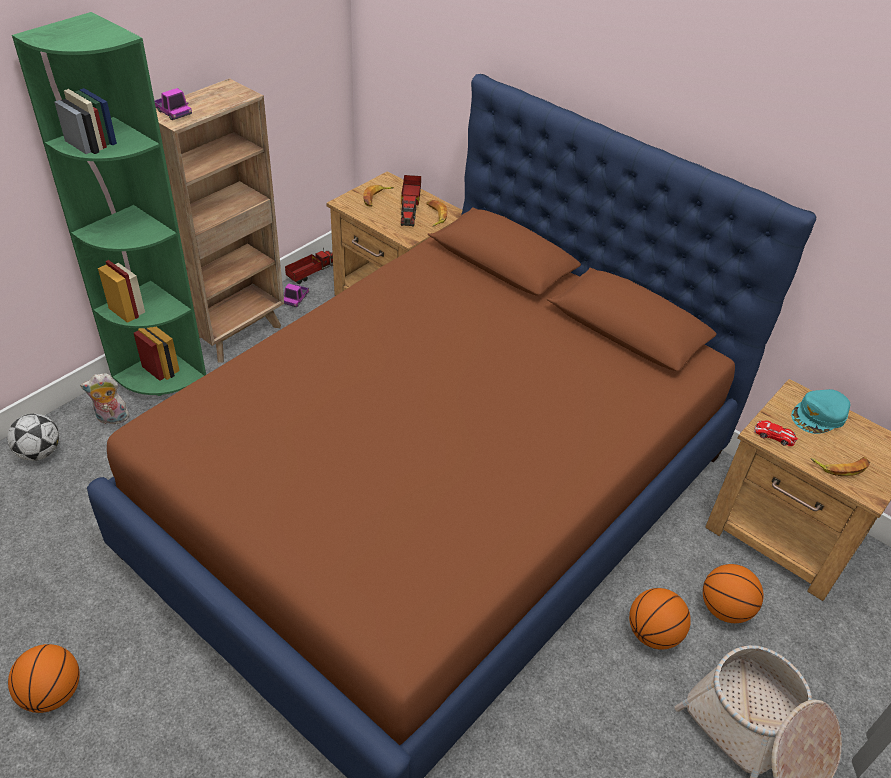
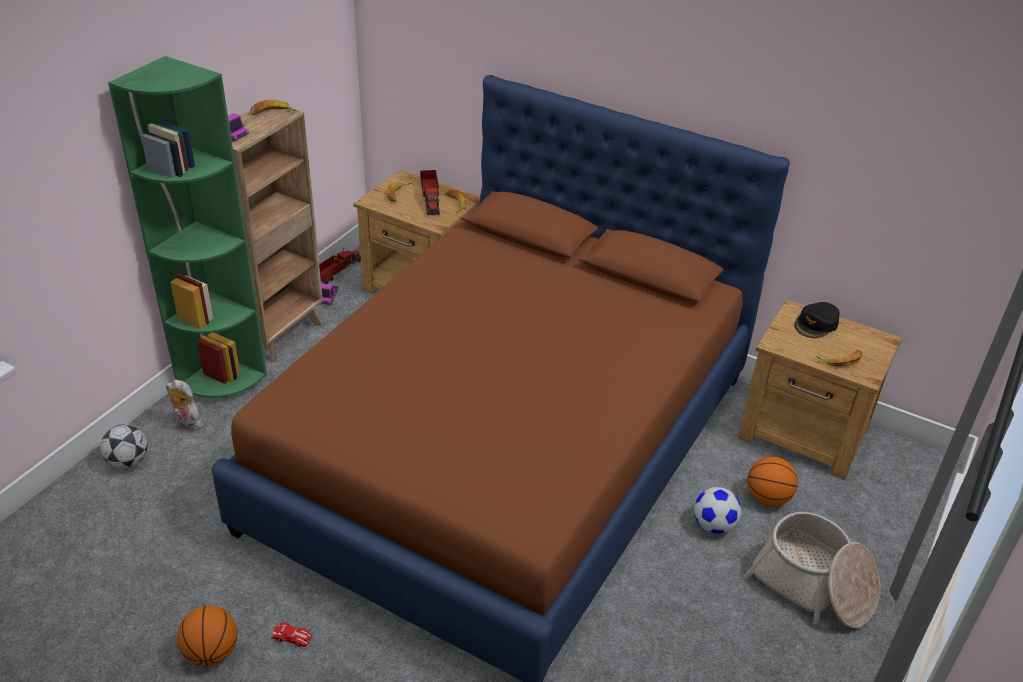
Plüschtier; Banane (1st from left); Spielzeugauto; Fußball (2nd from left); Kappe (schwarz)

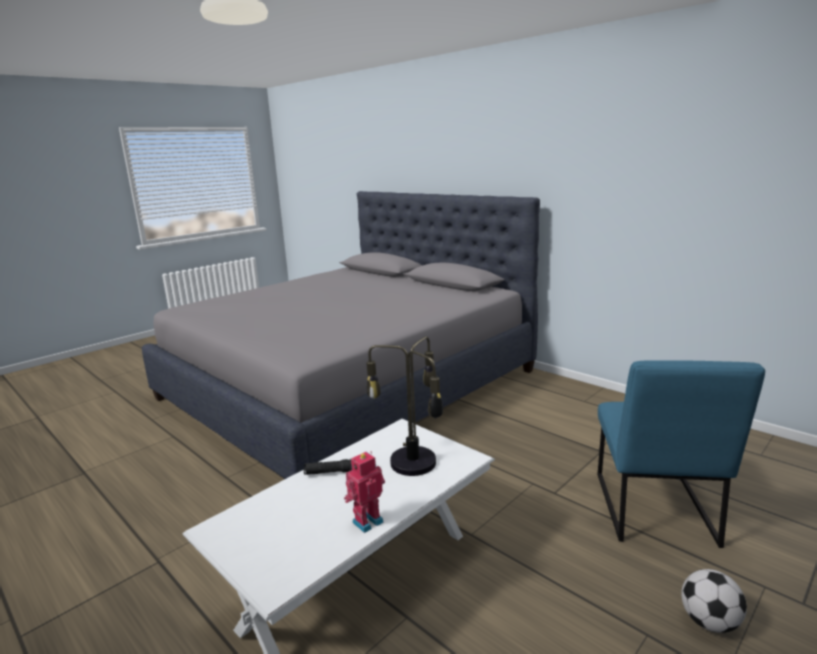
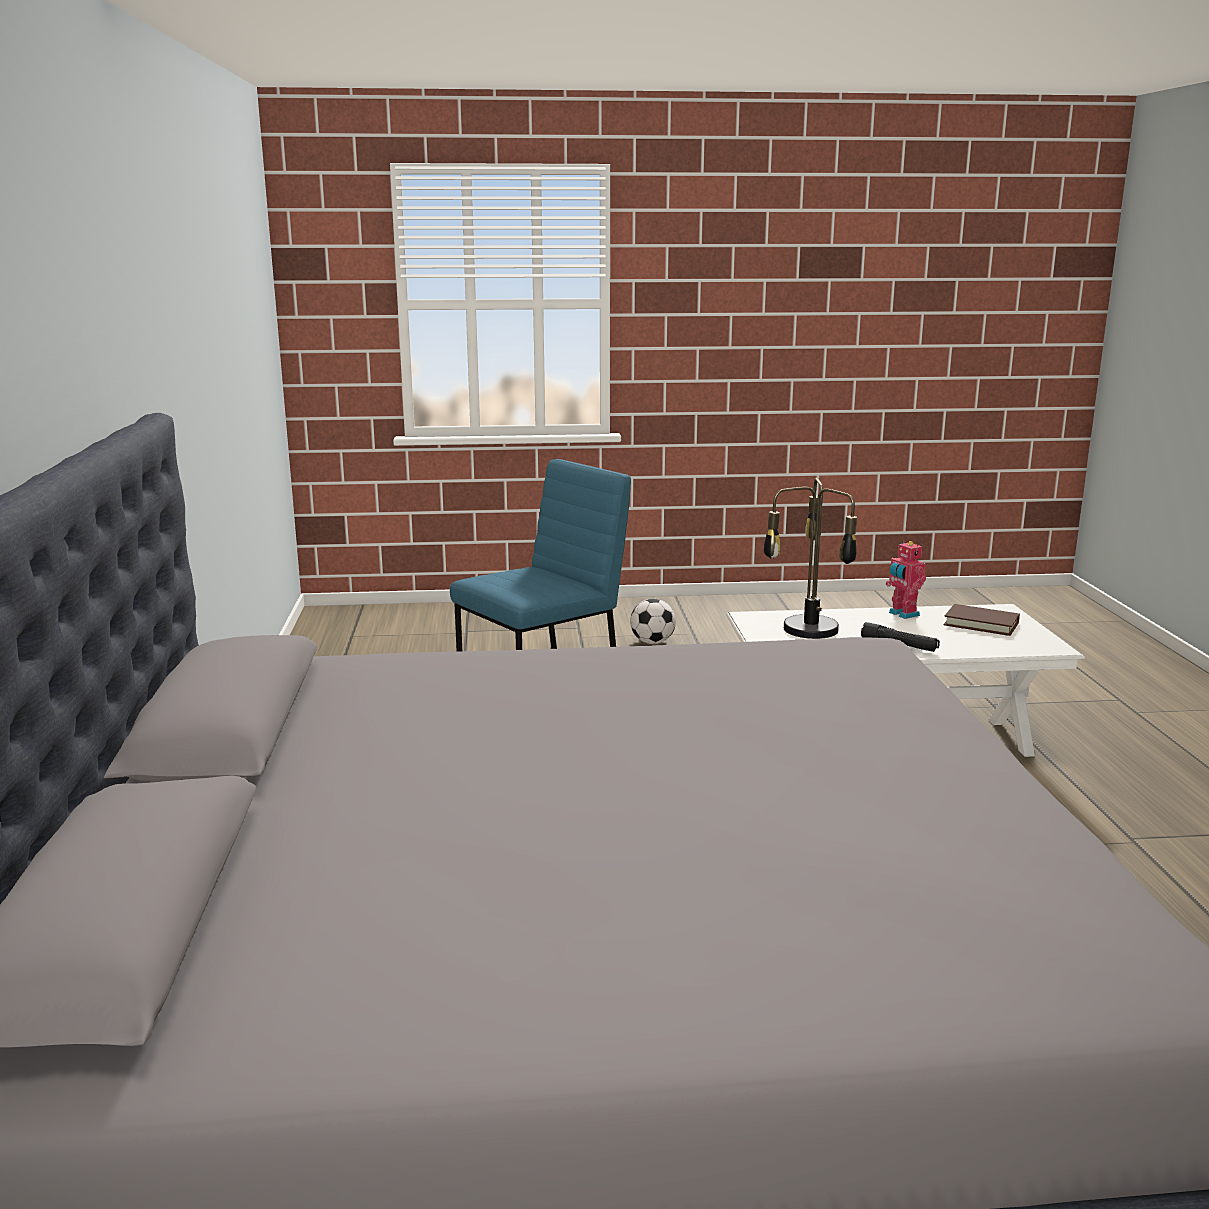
Spielzeugroboter; Buch (braun)

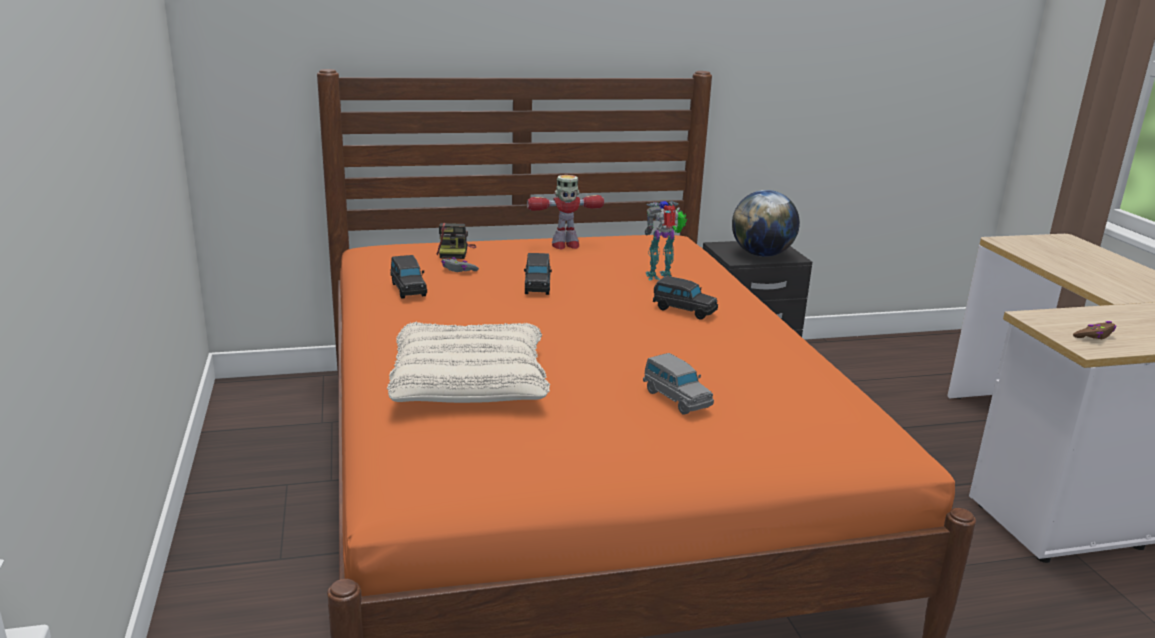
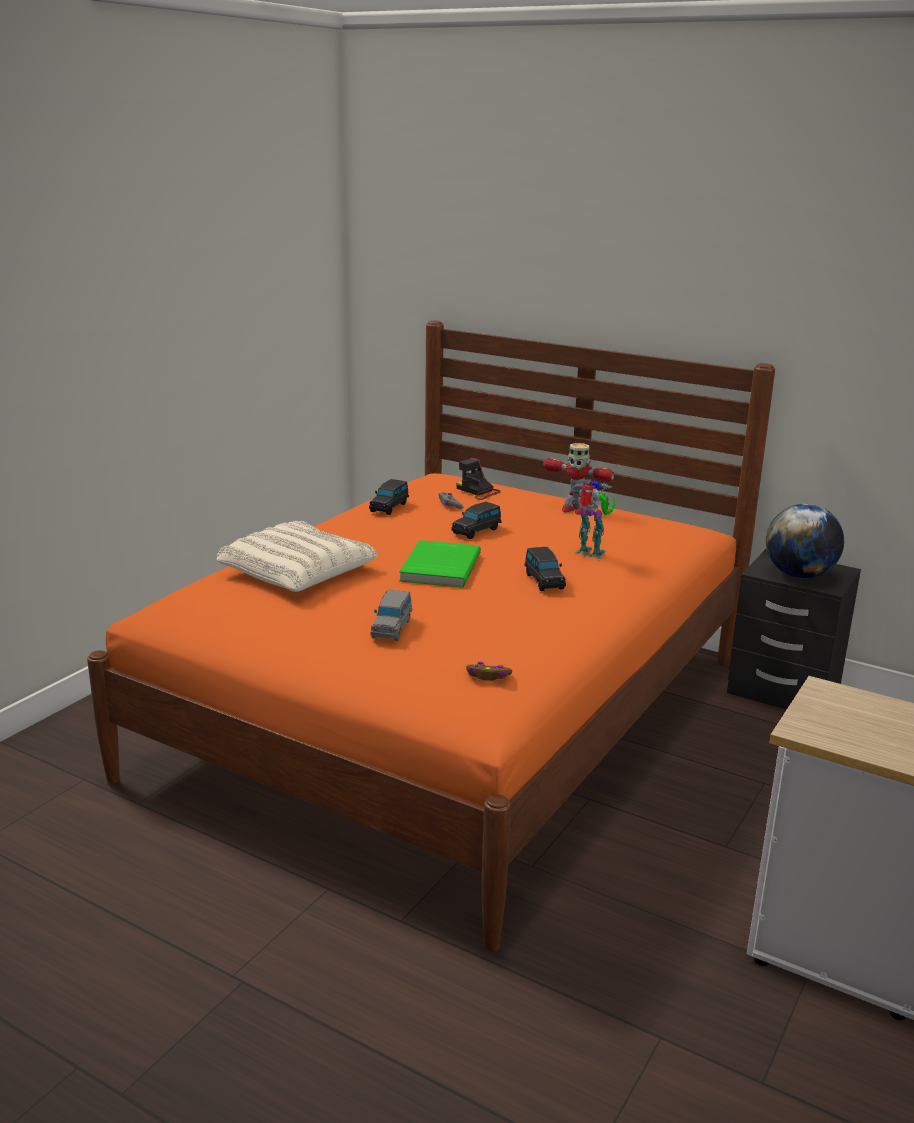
Buch (grün); Kamera; Gamepad (braun)

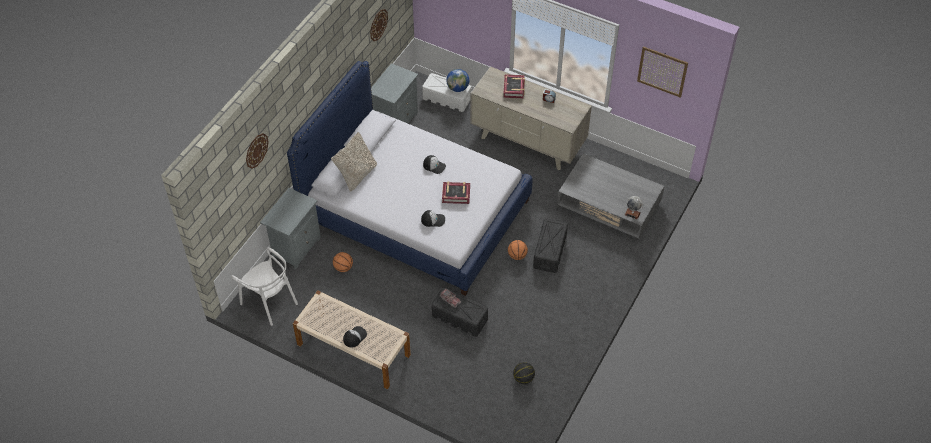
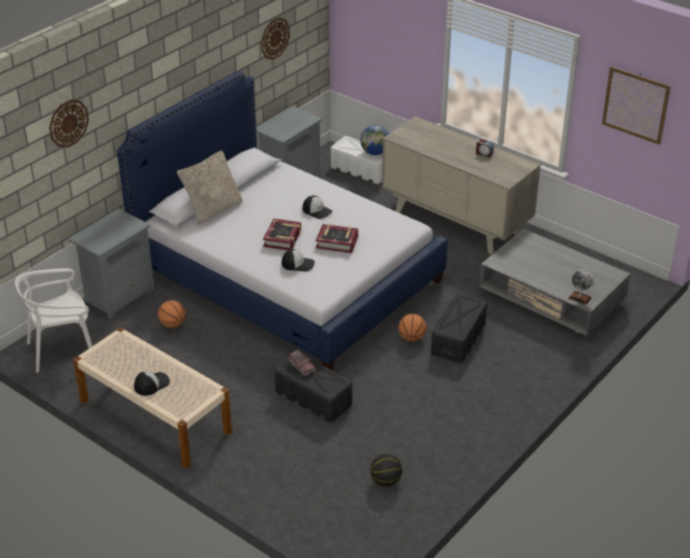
Stuhl (weiß); Buch (1st from left)

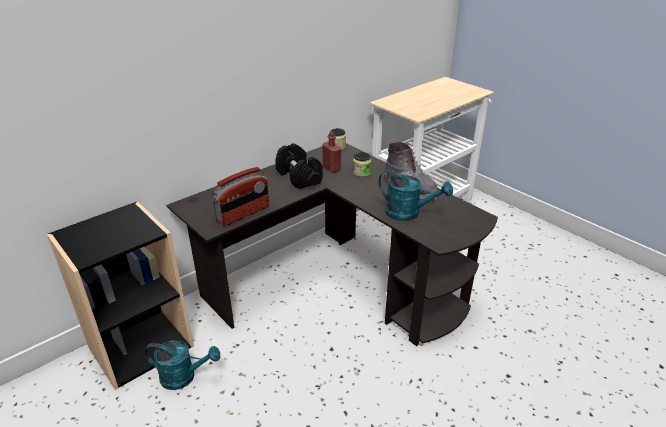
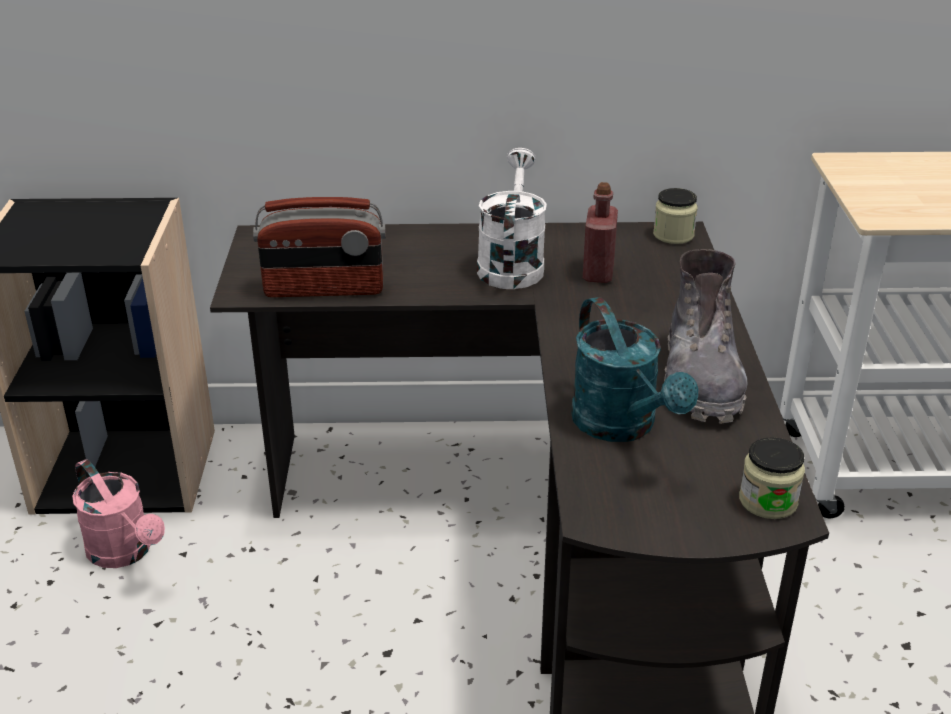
Gießkanne (rosa); Gießkanne (weiß); Vorratsglas (2nd from left)

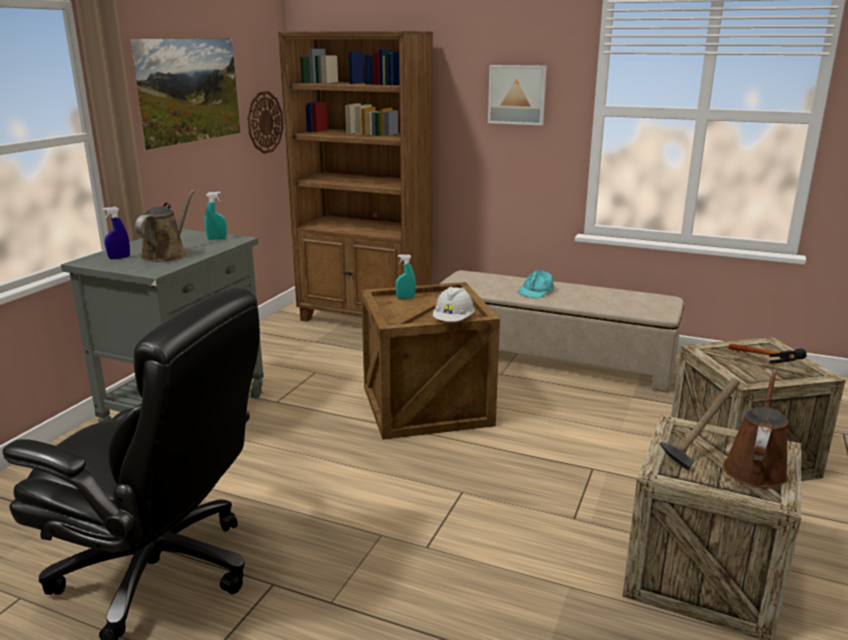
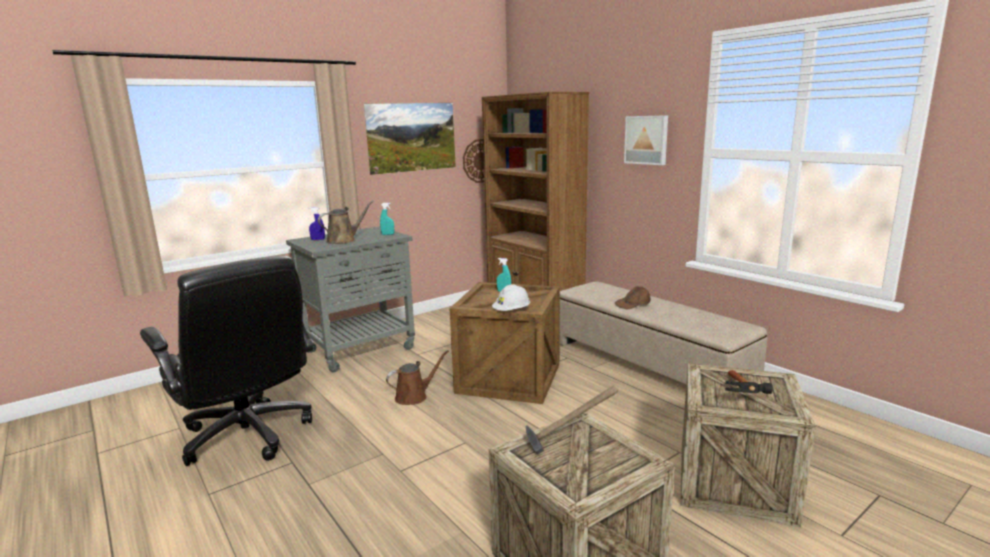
Gießkanne (braun) (2nd from left); Kappe (braun)

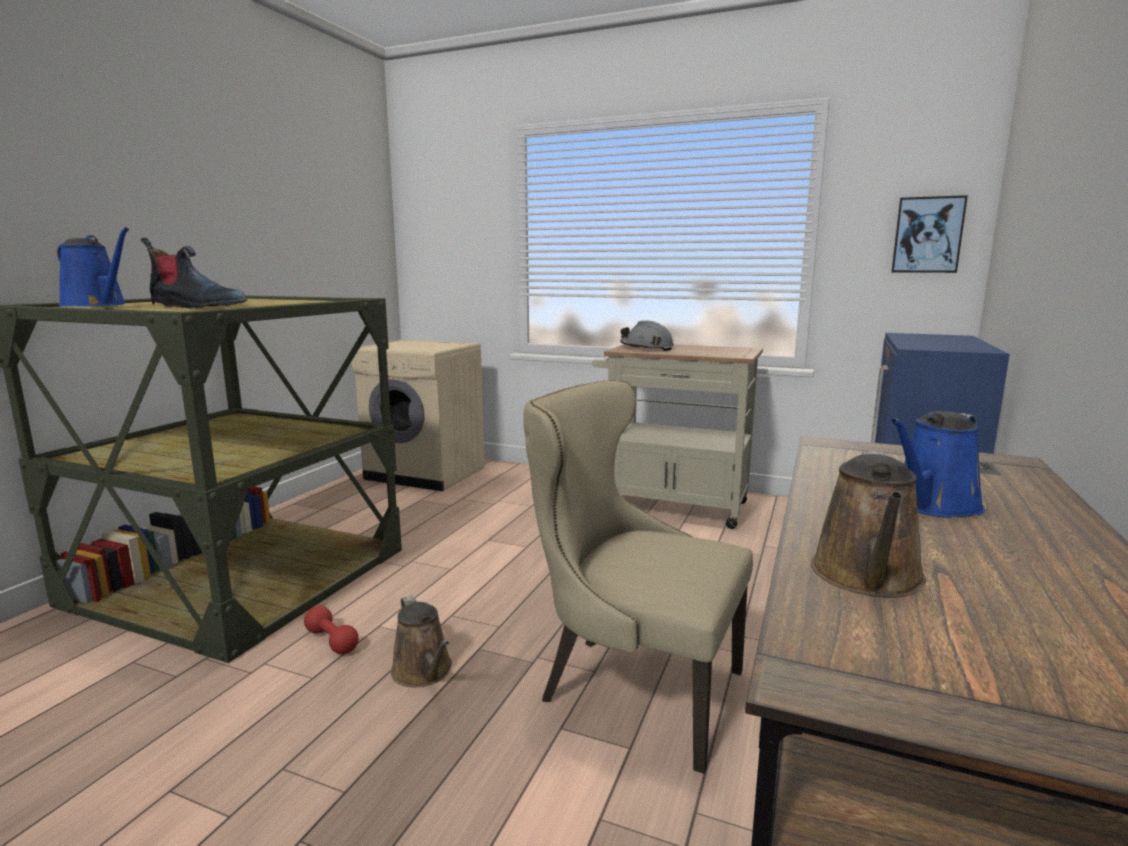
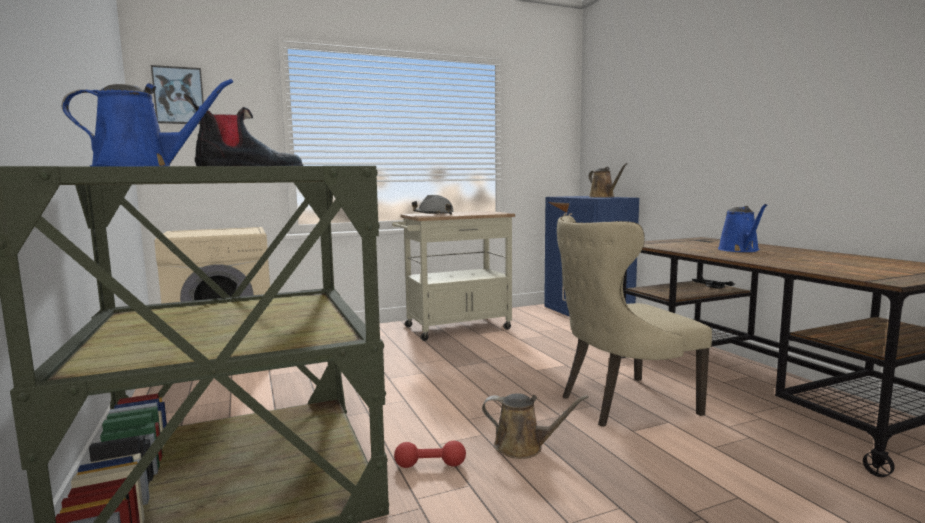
Bild; Gießkanne (braun) (2nd from left)

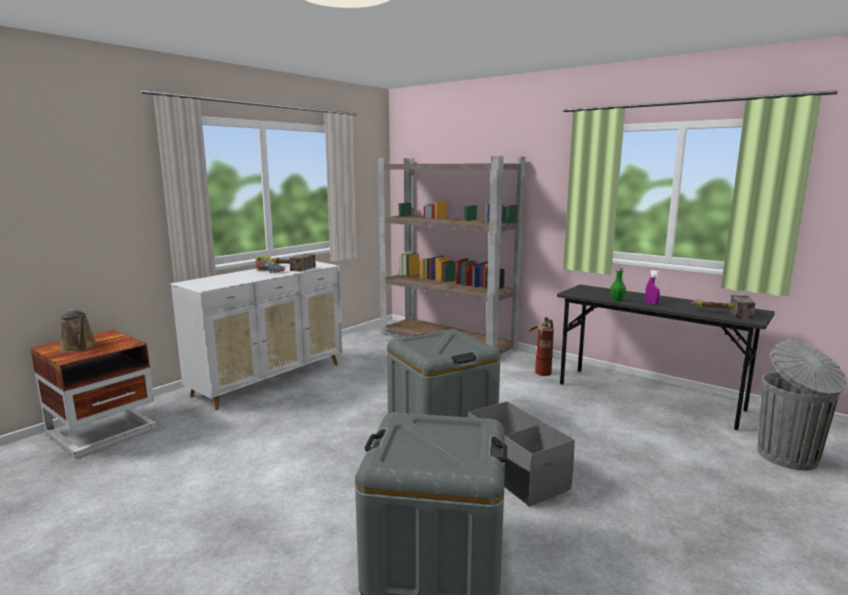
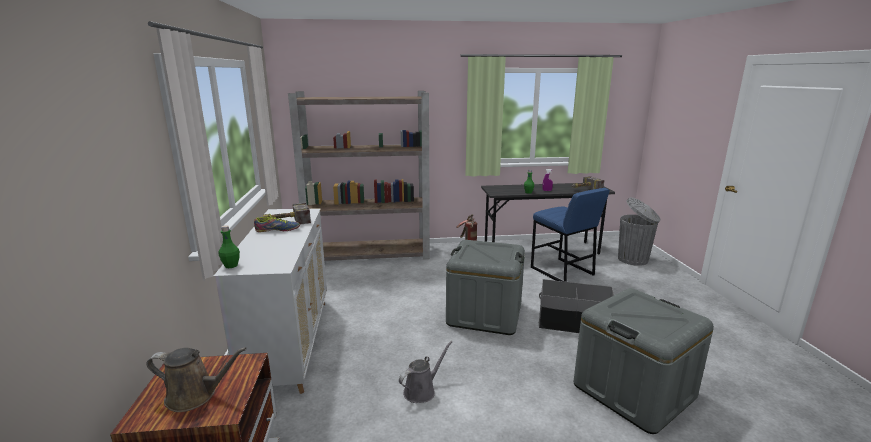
Flasche (grün) (1st from left); Gießkanne (grau); Stuhl (blau)

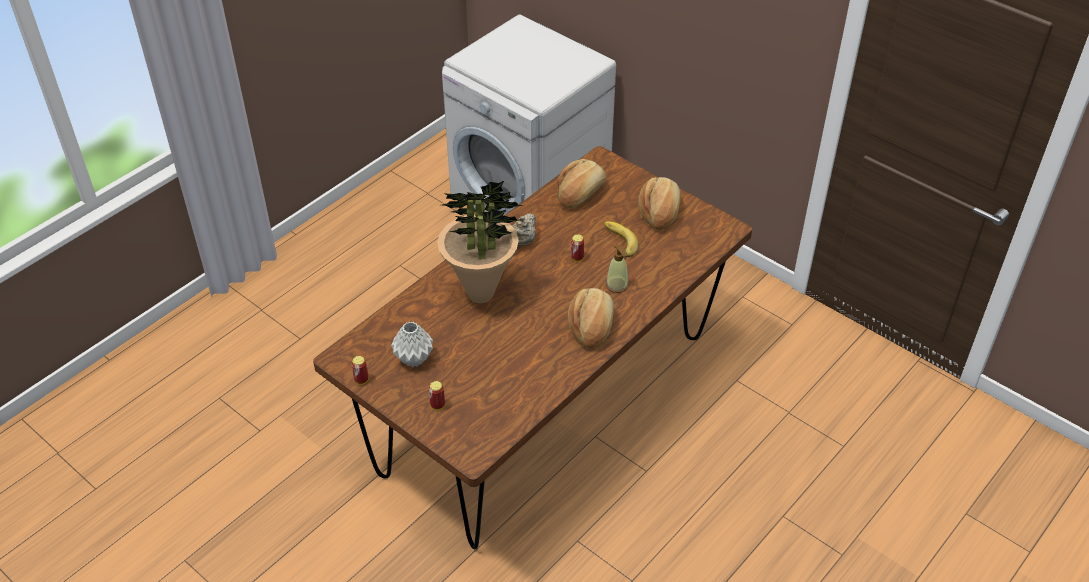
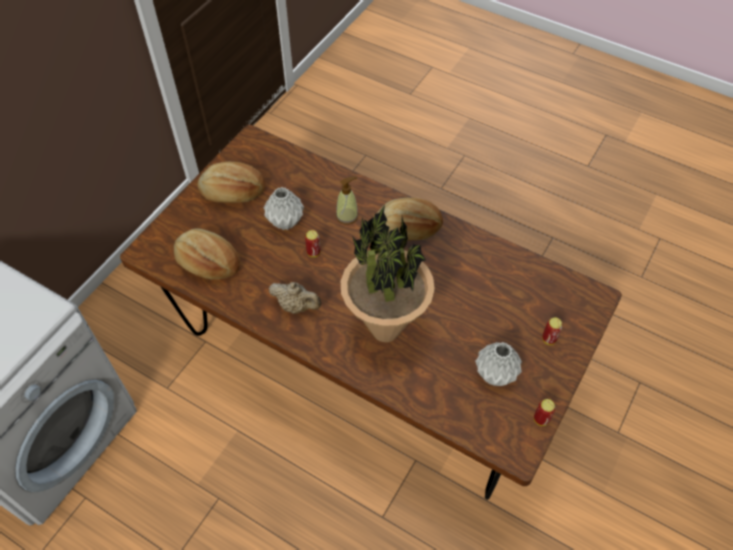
Vase (grau) (1st from left)

